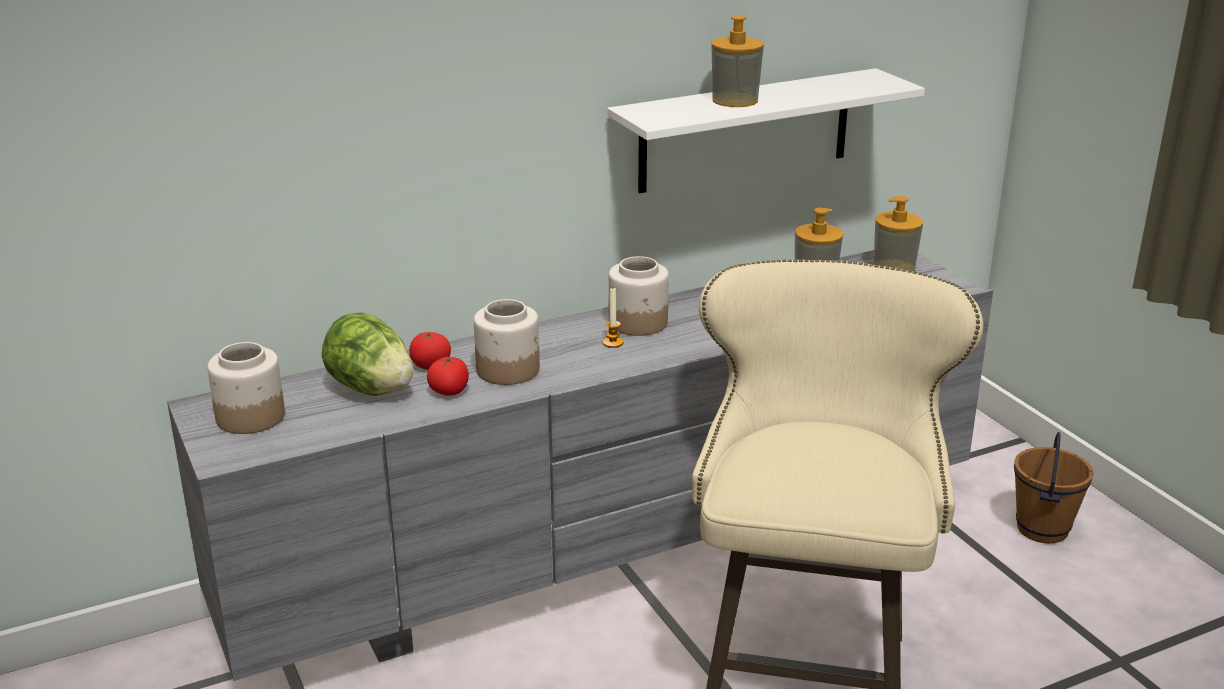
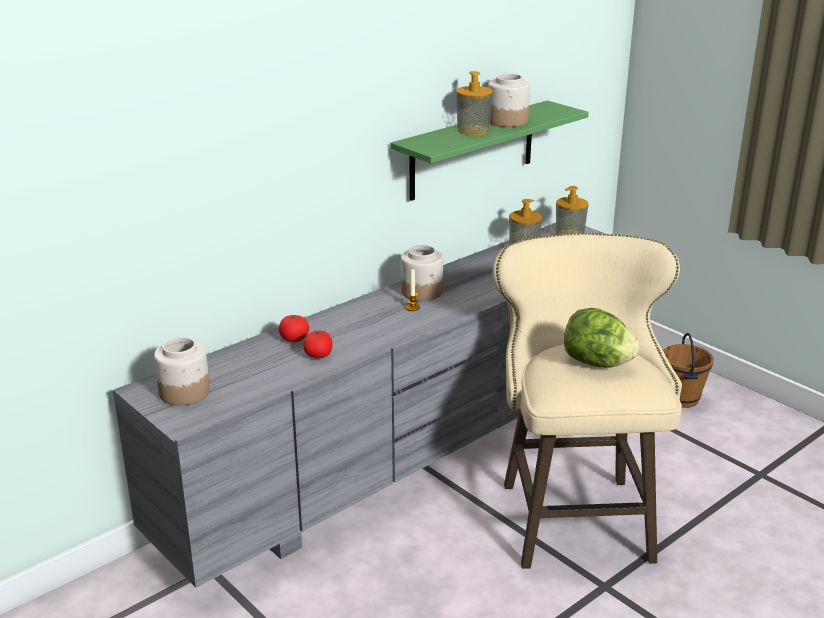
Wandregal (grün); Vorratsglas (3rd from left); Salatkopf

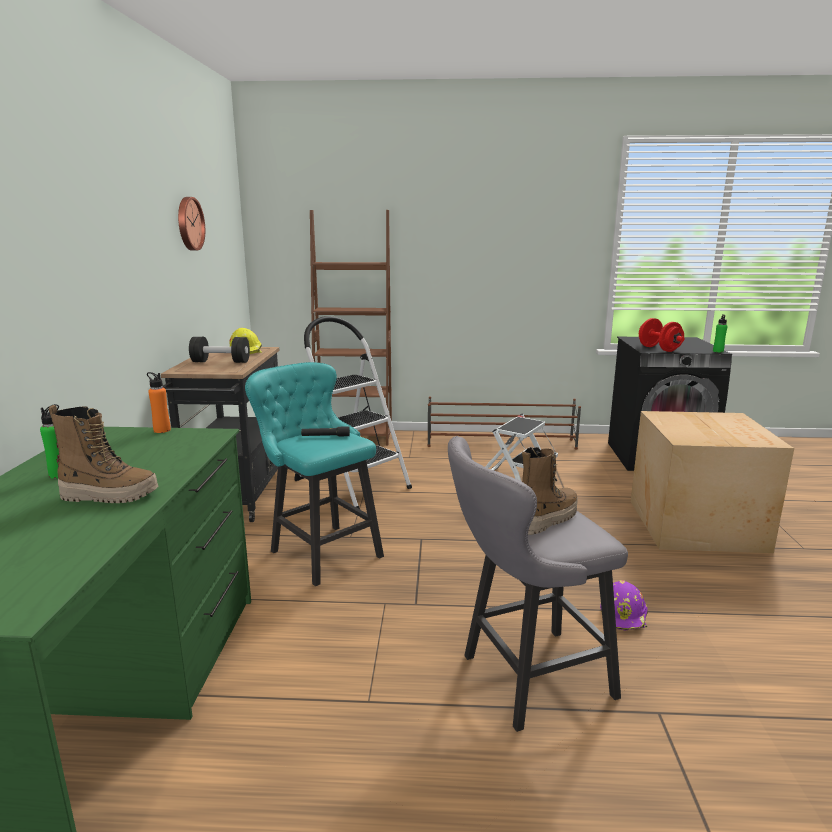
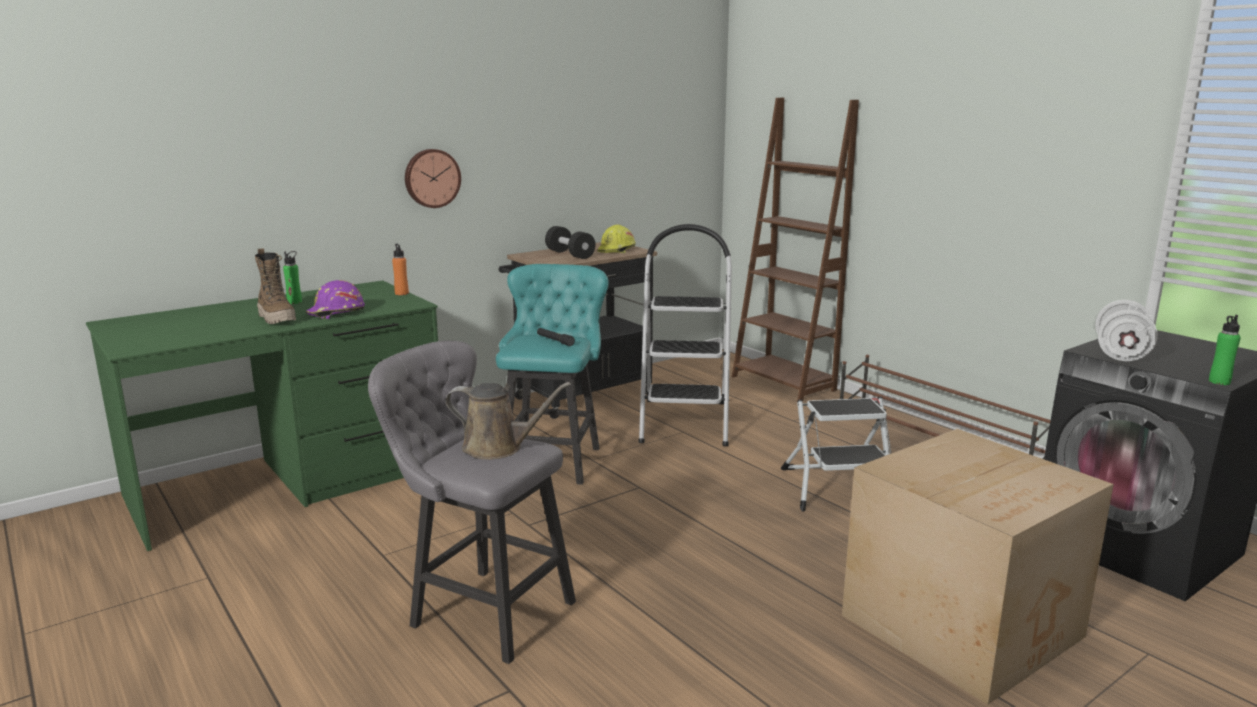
Schutzhelm (lila); Wanduhr; Gießkanne (braun); Hantel (weiß)

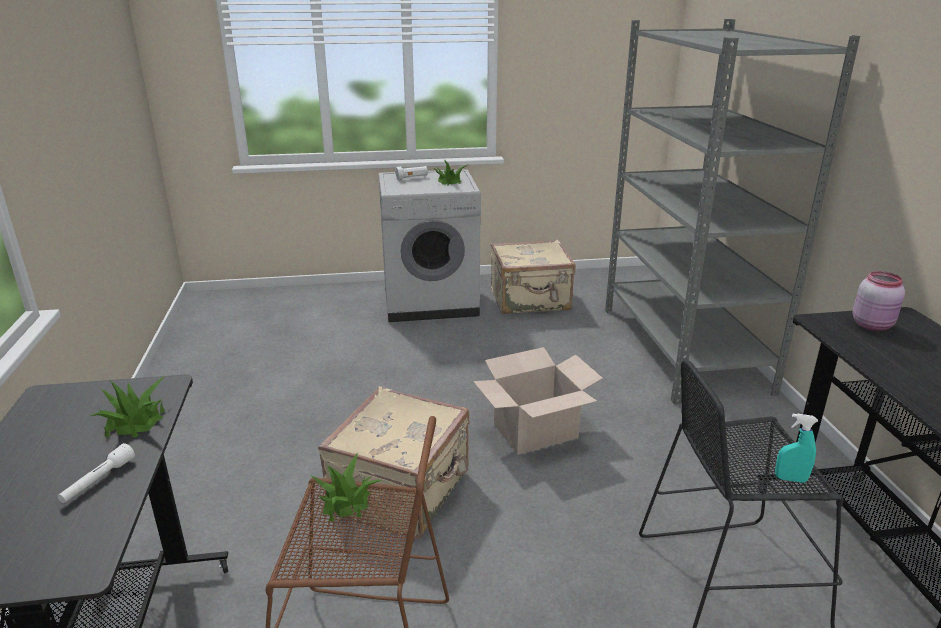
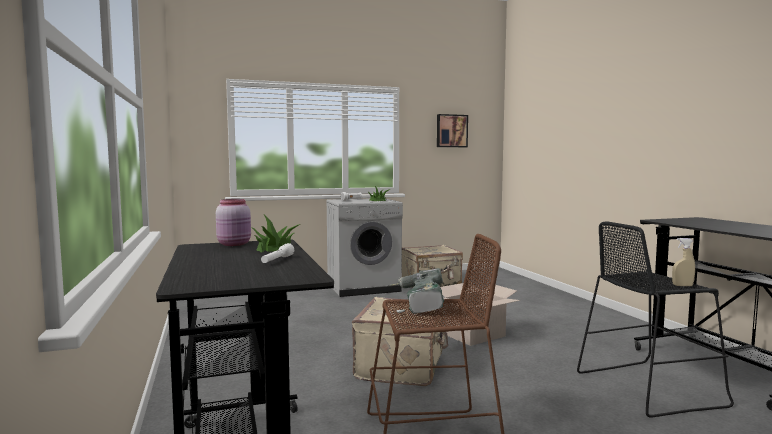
Vorratsglas (rosa); Bohrmaschine; Bild; Sprühflasche (beige); Bücherregal (grau)

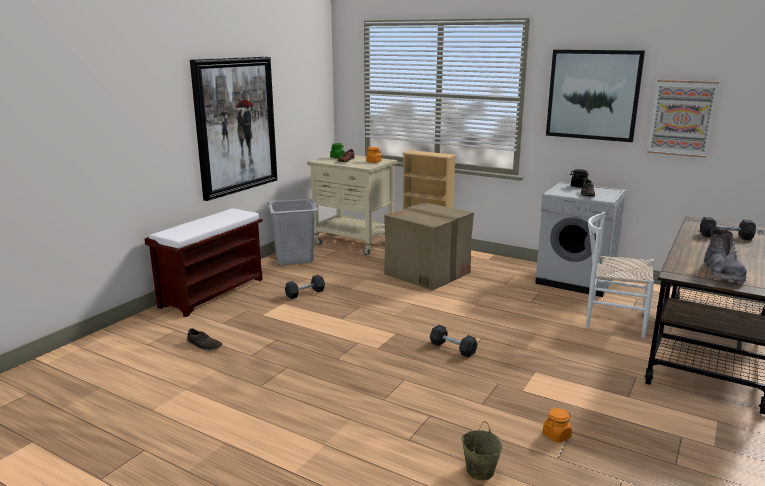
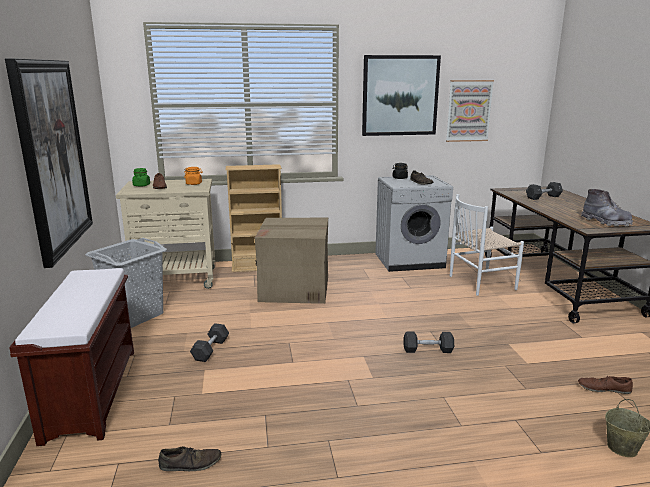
Schuh (braun) (4th from left)

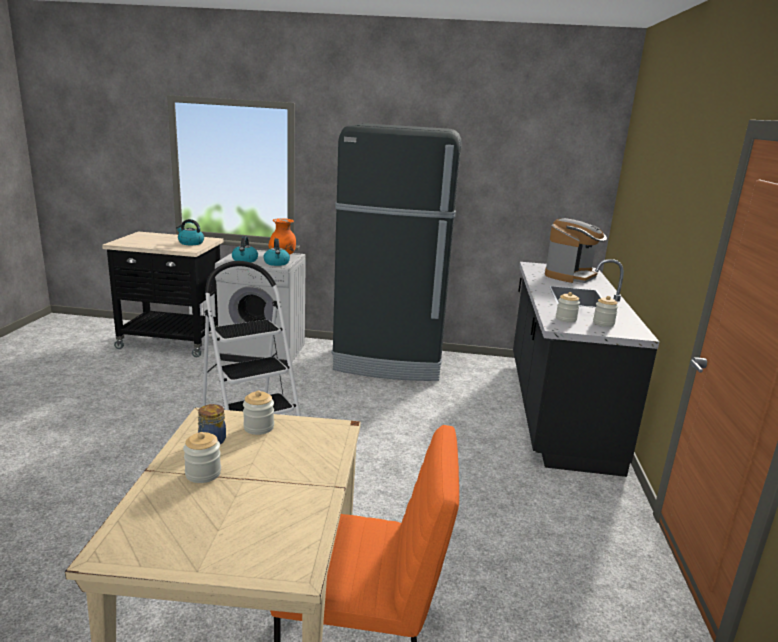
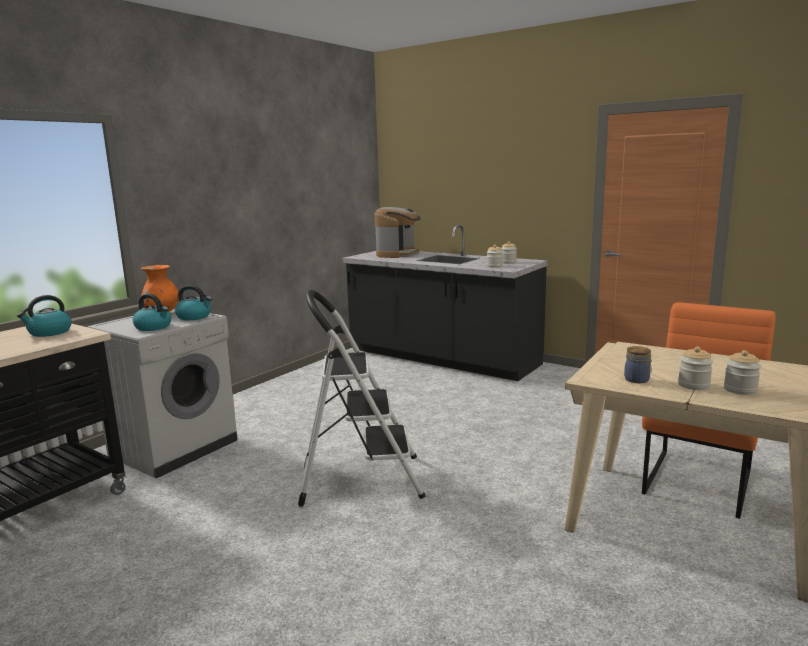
Kaffeemaschine; Vorratsglas (5th from left); Kühlschrank (schwarz)

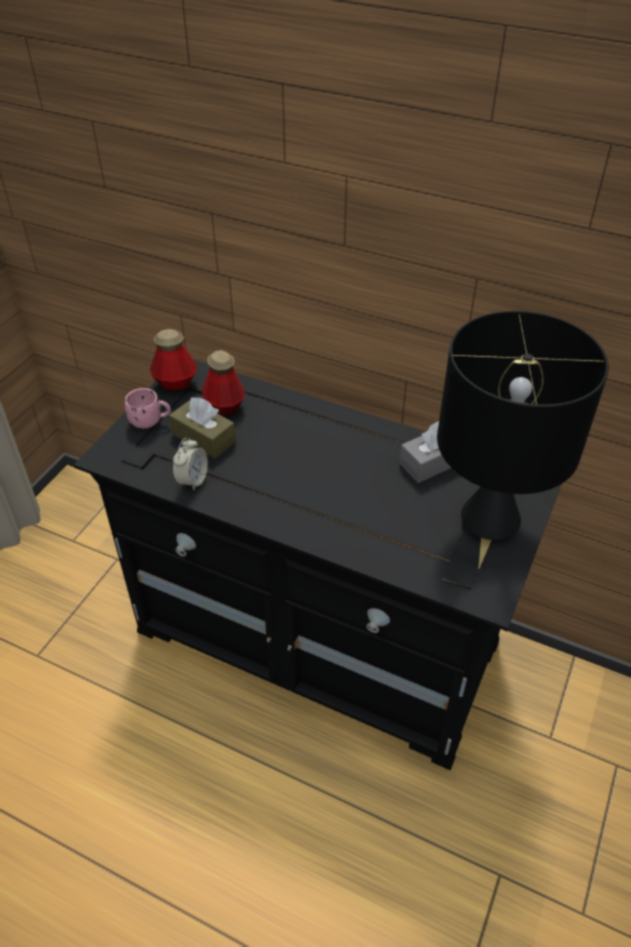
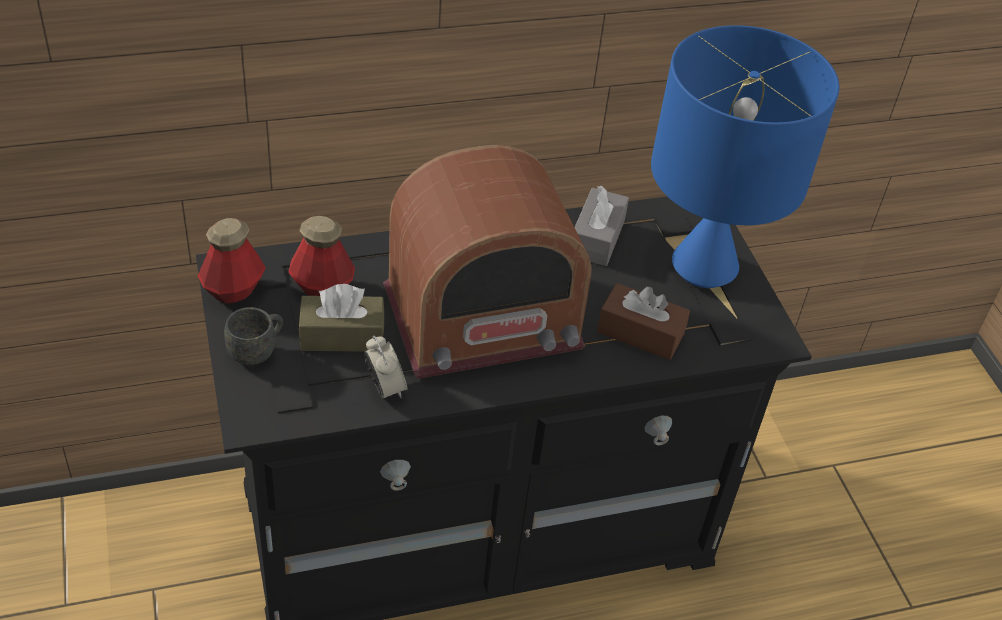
Henkelbecher (grau); Radio; Taschentuchbox (braun) (2nd from left); Tischlampe (blau)

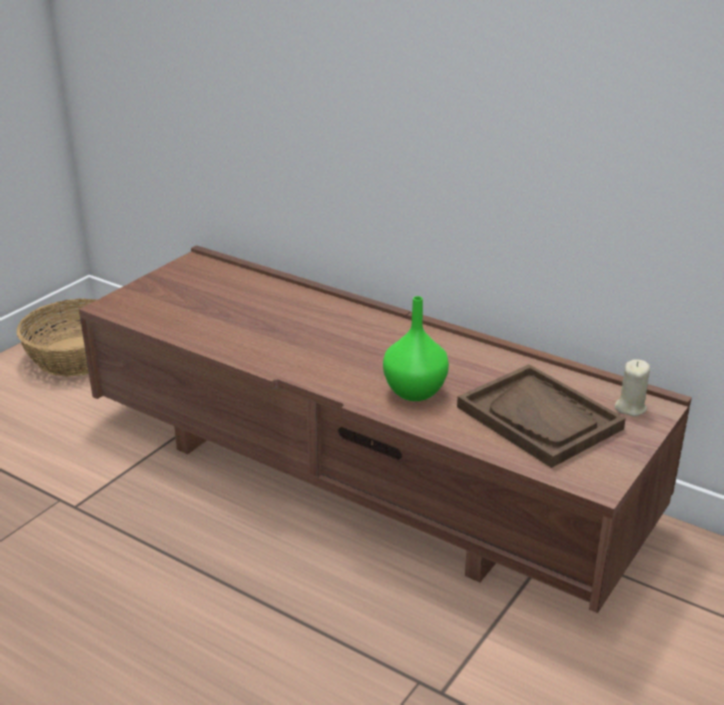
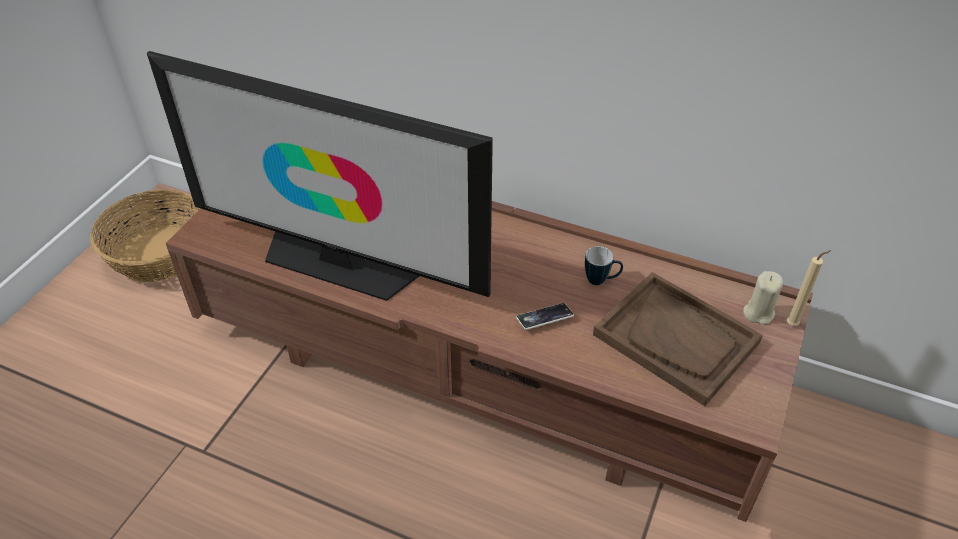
Fernseher; Handy; Henkelbecher; Kerze (beige) (2nd from left)

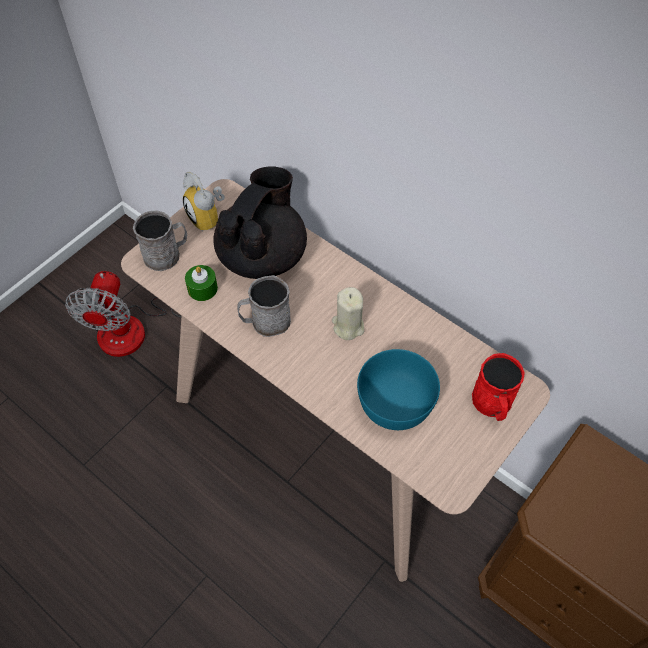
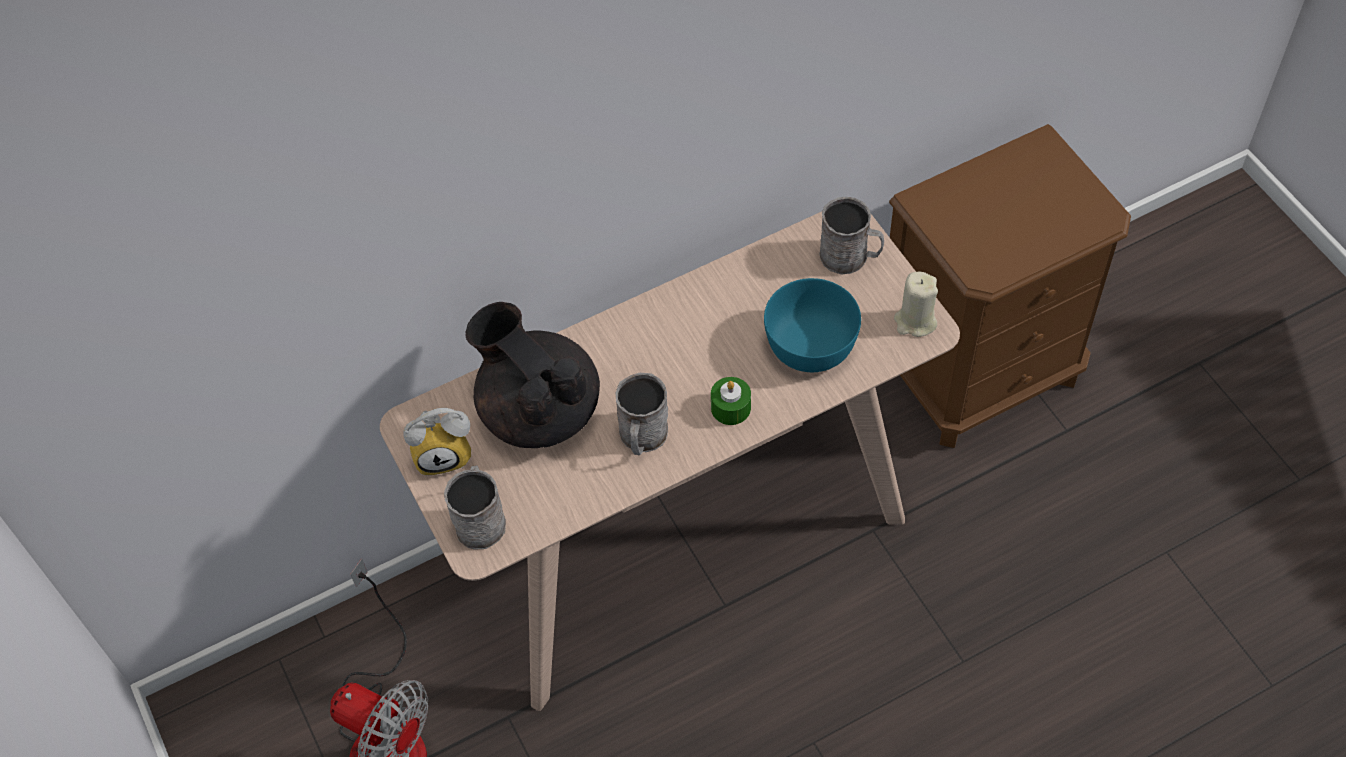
Kerze (grün); Henkelbecher (grau) (3rd from left); Kerze (beige)

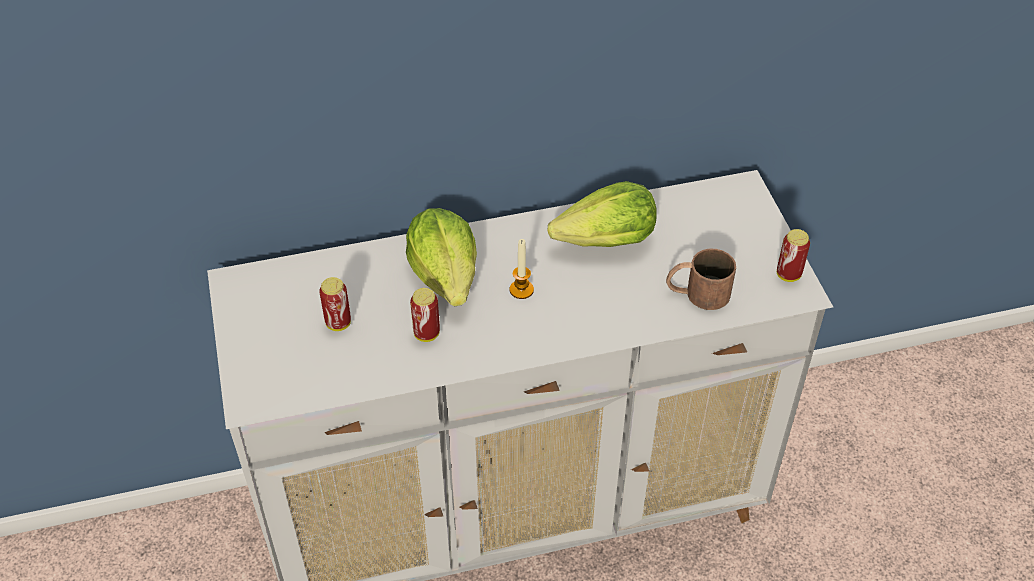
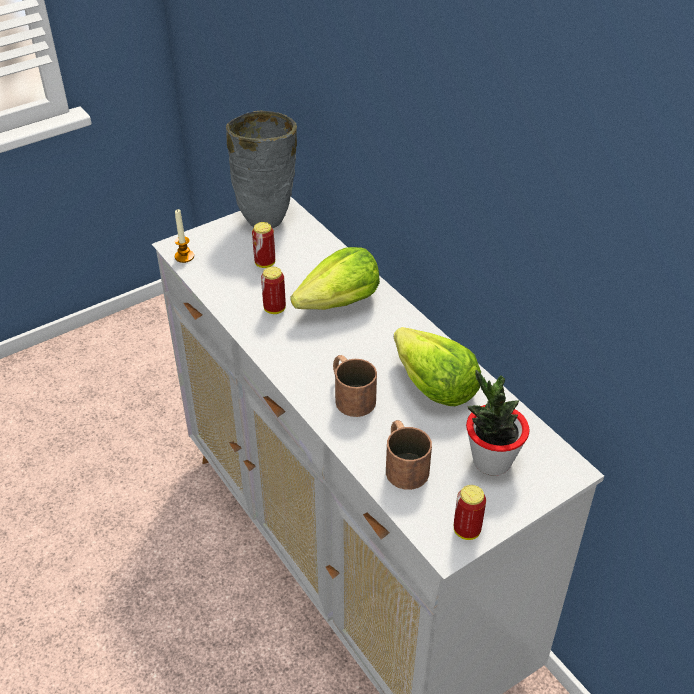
Kerze; Vase (grau); Henkelbecher (braun) (1st from left); Topfpflanze

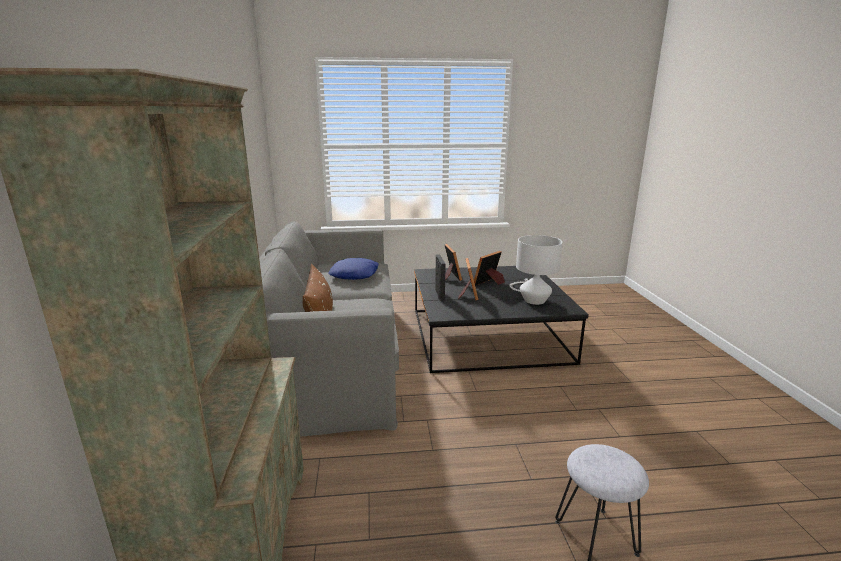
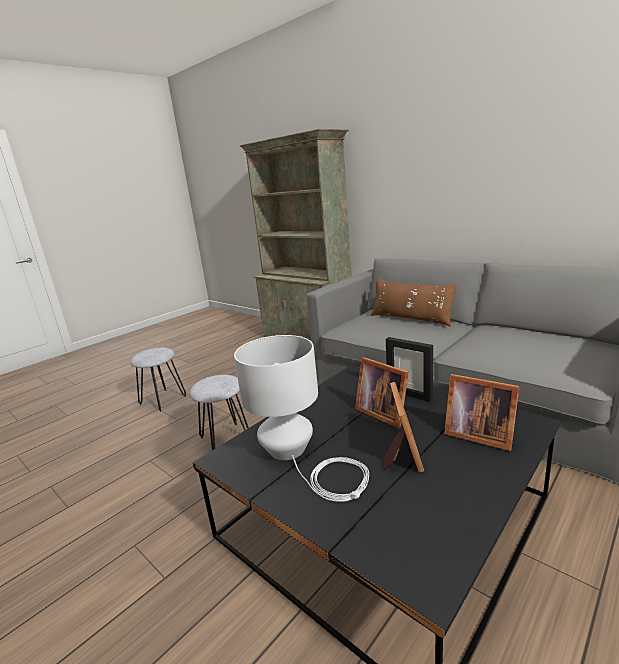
Hocker (grau) (2nd from left); Kissen (blau)

